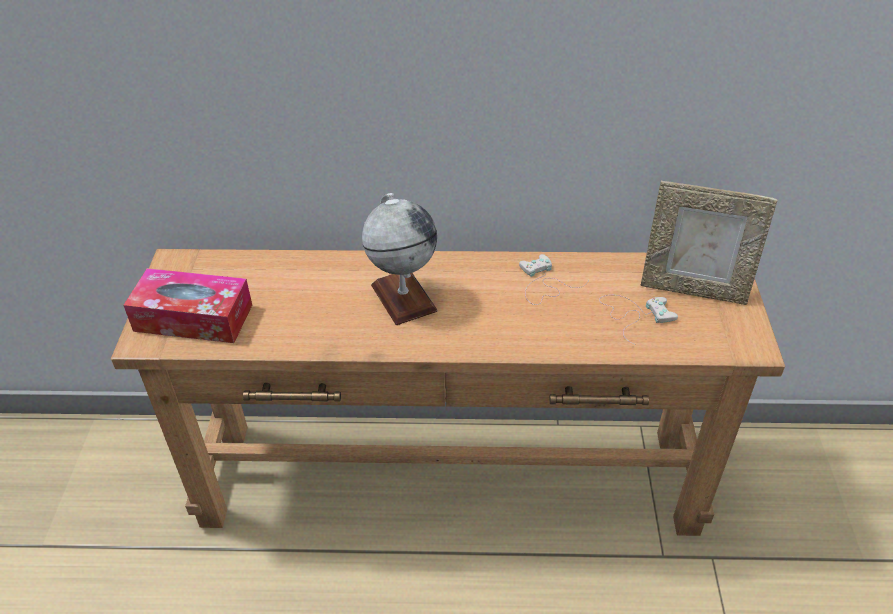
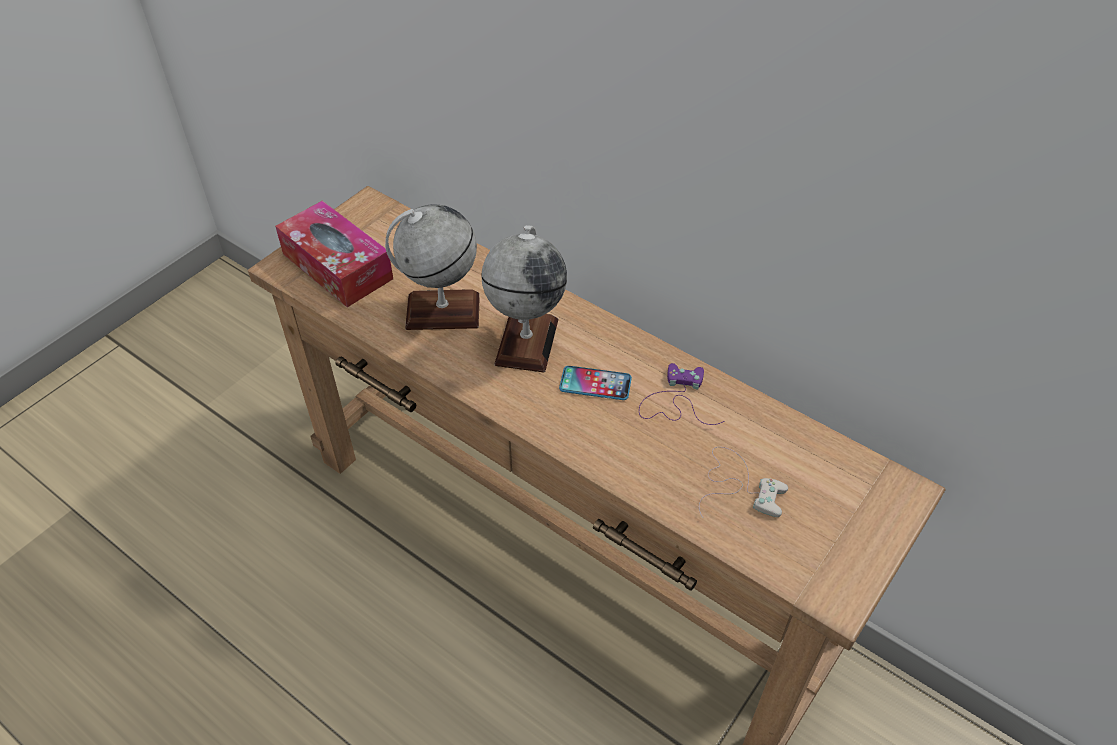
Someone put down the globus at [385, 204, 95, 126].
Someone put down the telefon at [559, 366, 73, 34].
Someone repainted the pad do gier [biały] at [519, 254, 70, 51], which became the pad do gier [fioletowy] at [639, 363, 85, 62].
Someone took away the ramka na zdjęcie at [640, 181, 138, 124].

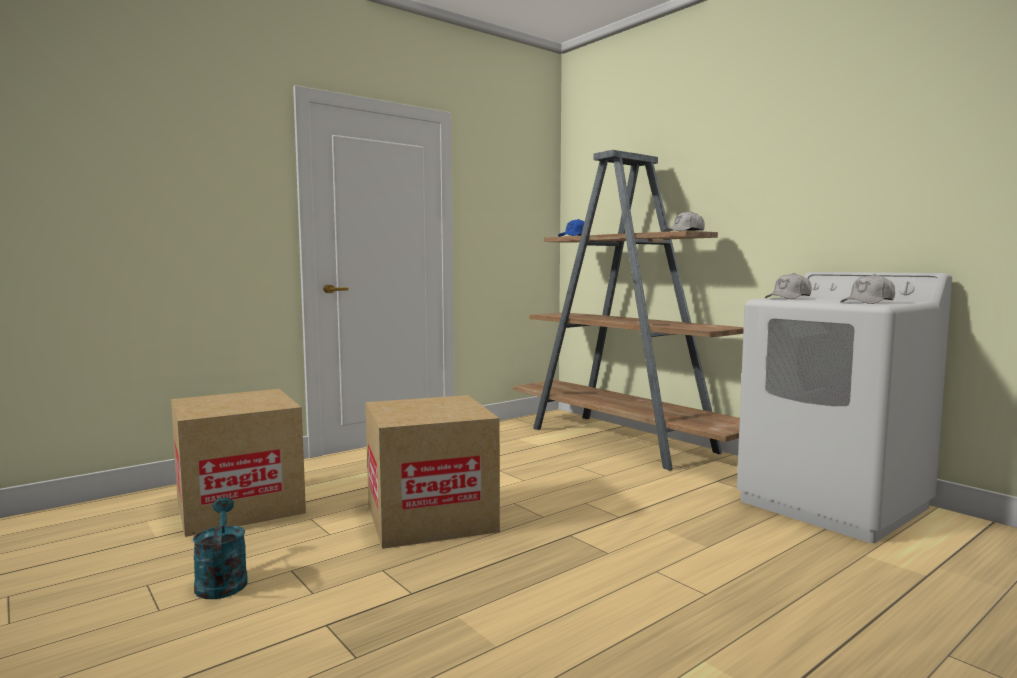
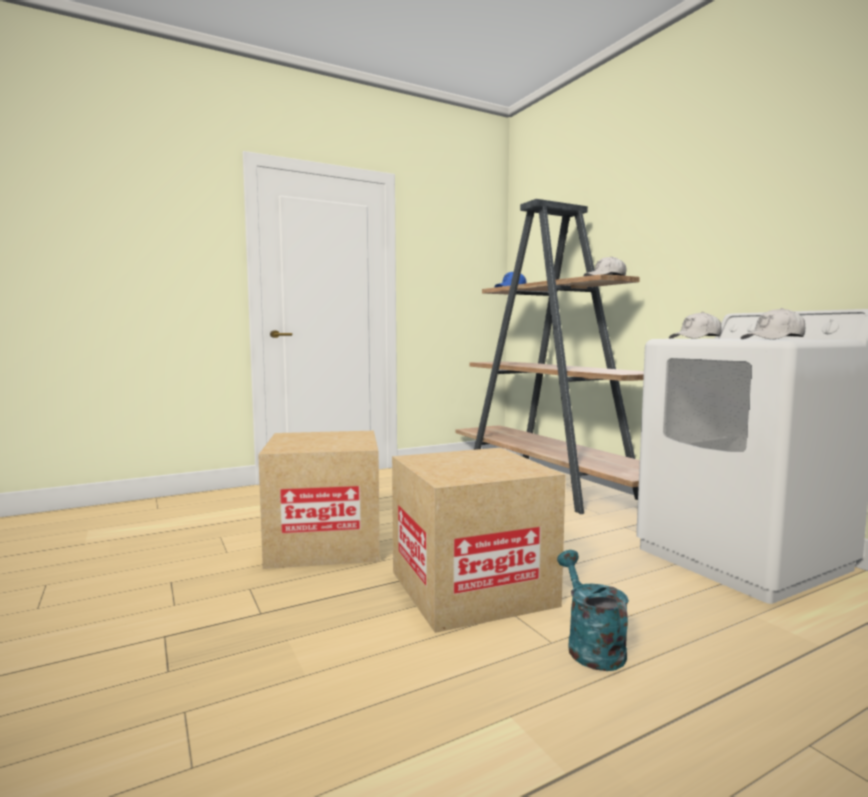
Someone carried the karton from [171, 389, 135, 148] to [392, 448, 174, 185].
Someone carried the konewka [turkusowy] from [193, 497, 55, 102] to [557, 550, 72, 121].

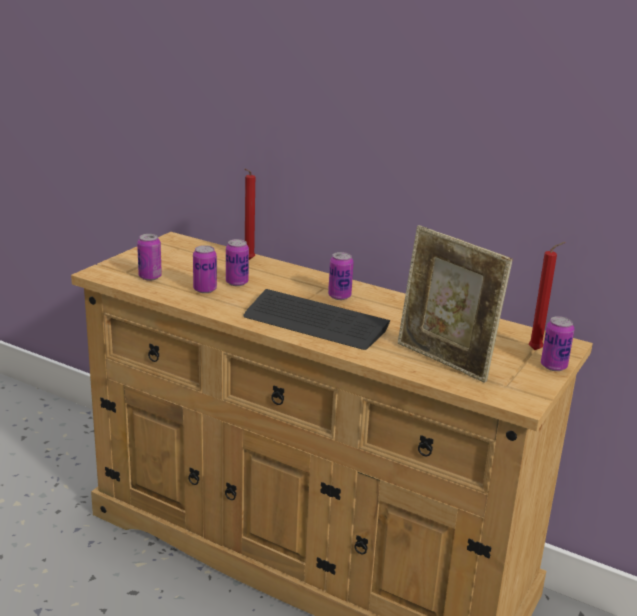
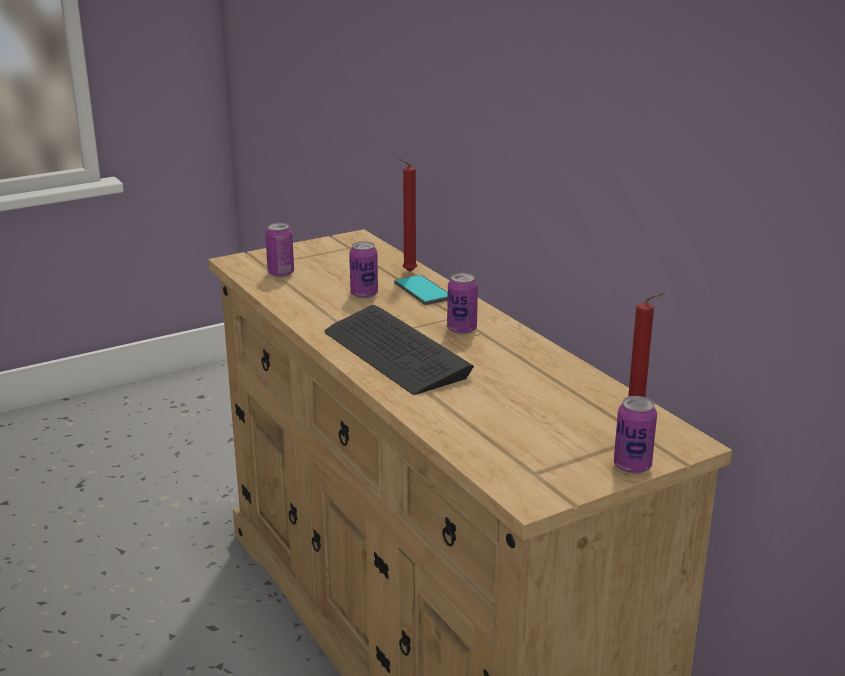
Someone put down the telefon at [394, 275, 54, 30].
Someone took away the puszka at [193, 245, 24, 48].
Someone took away the ramka na zdjęcie at [398, 225, 115, 158].

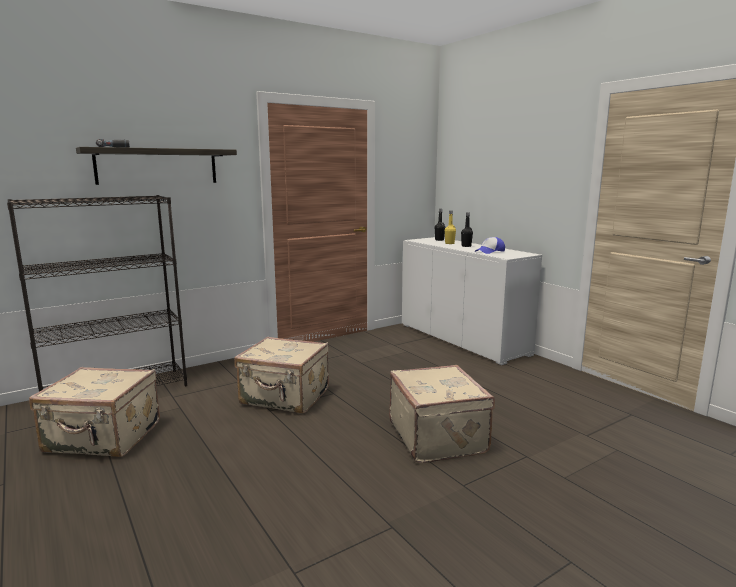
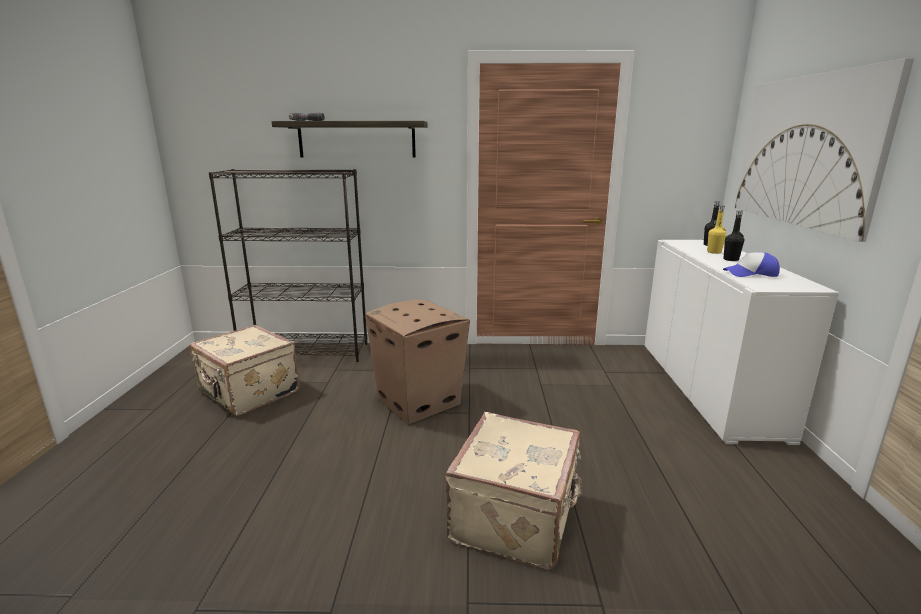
Someone swapped the walizka [beżowy] at [234, 337, 95, 76] for the karton at [365, 300, 105, 124].
Someone put up the obraz at [735, 58, 179, 184].

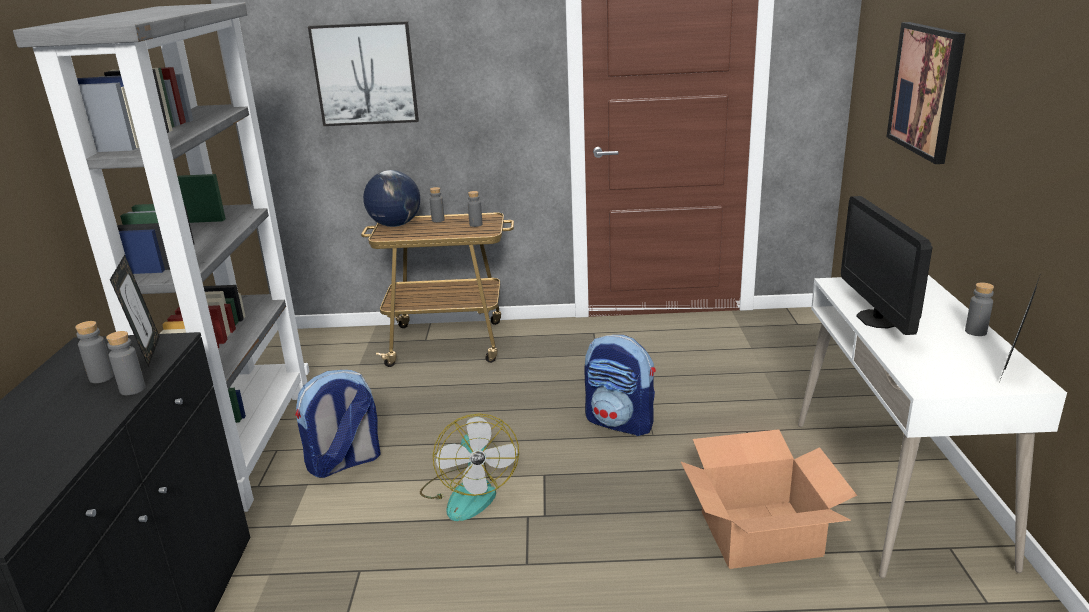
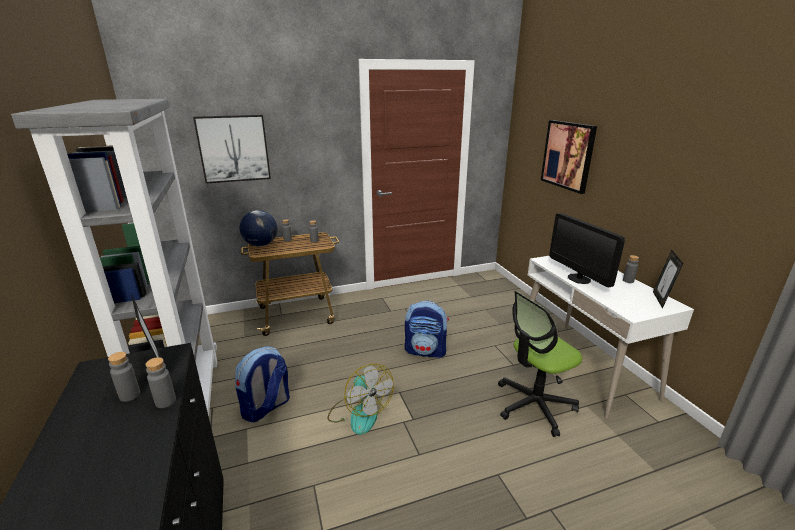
Someone swapped the karton at [681, 429, 176, 140] for the krzesło biurowe at [498, 291, 84, 146].

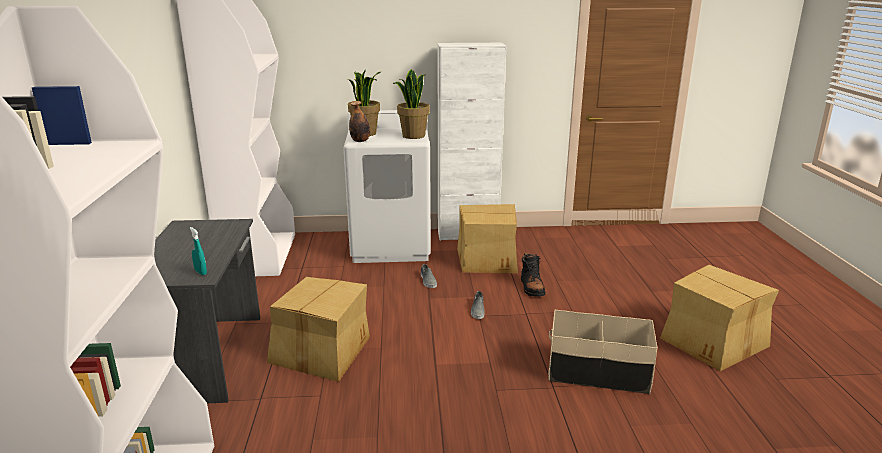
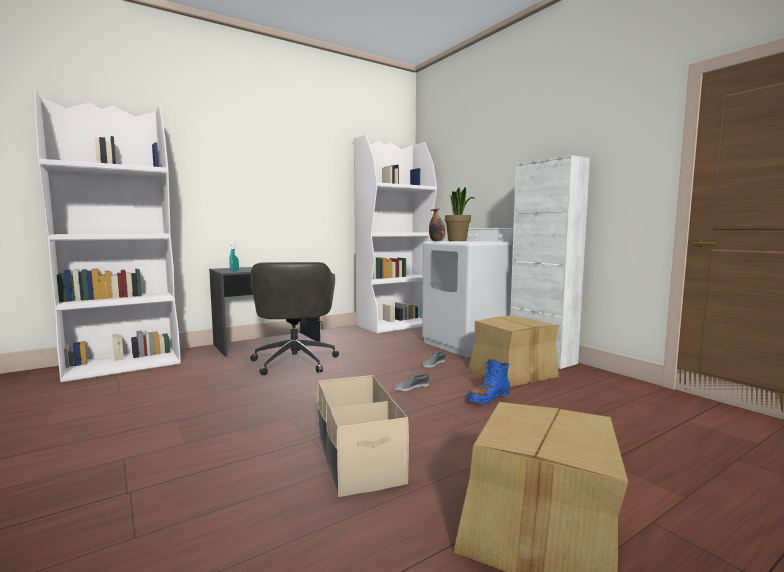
Someone swapped the karton at [267, 277, 103, 105] for the krzesło biurowe [szary] at [250, 262, 89, 113].
Someone repainted the but z cholewką [czarny] at [521, 253, 25, 44], which became the but z cholewką [niebieski] at [466, 359, 44, 45].
Someone took away the roślina doniczkowa at [393, 69, 37, 70].

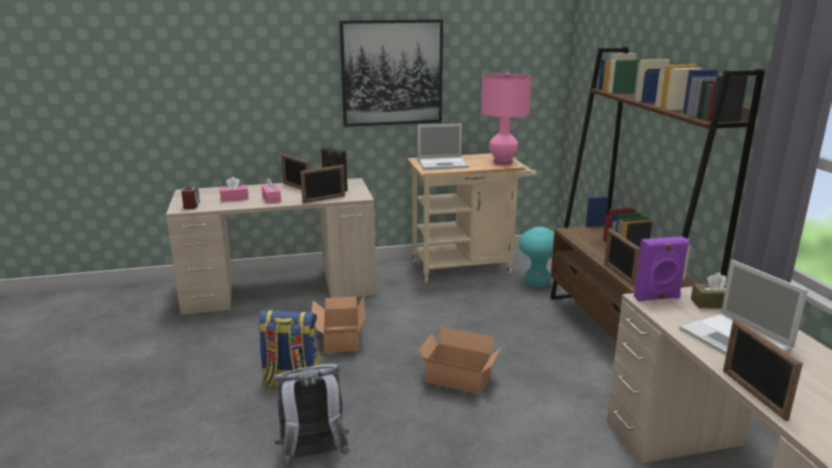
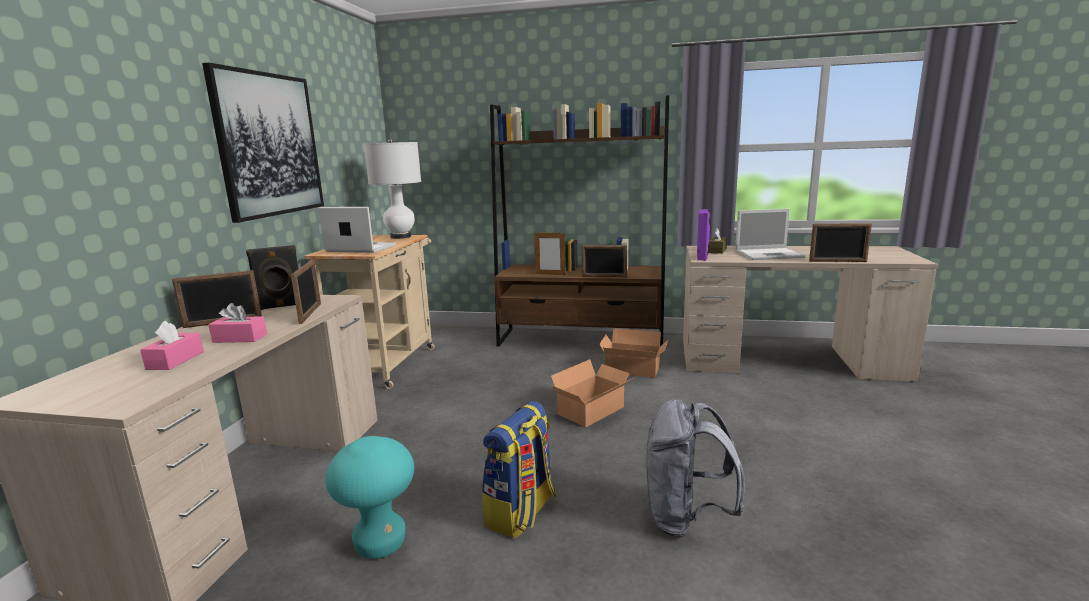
Someone rotated the laptop at [418, 123, 51, 47] by 90 degrees counterclockwise.
Someone carried the stołek [turkusowy] from [519, 227, 35, 60] to [325, 436, 89, 123].
Someone repainted the lampa stołowa [różowy] at [481, 73, 51, 92], which became the lampa stołowa [biały] at [364, 139, 57, 100].
Someone put down the ramka na zdjęcie at [534, 233, 32, 42].
Someone carried the karton from [312, 295, 53, 58] to [599, 328, 69, 50].
Someone took away the budzik at [181, 187, 19, 22].

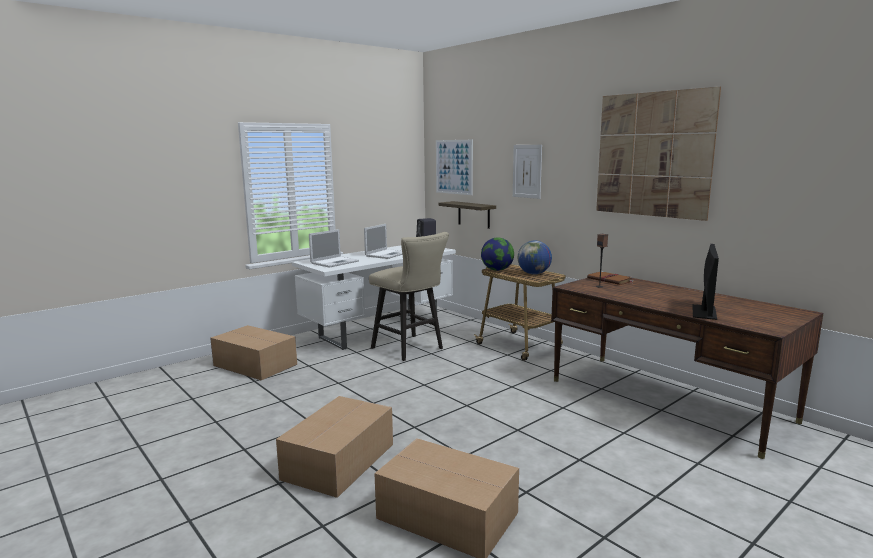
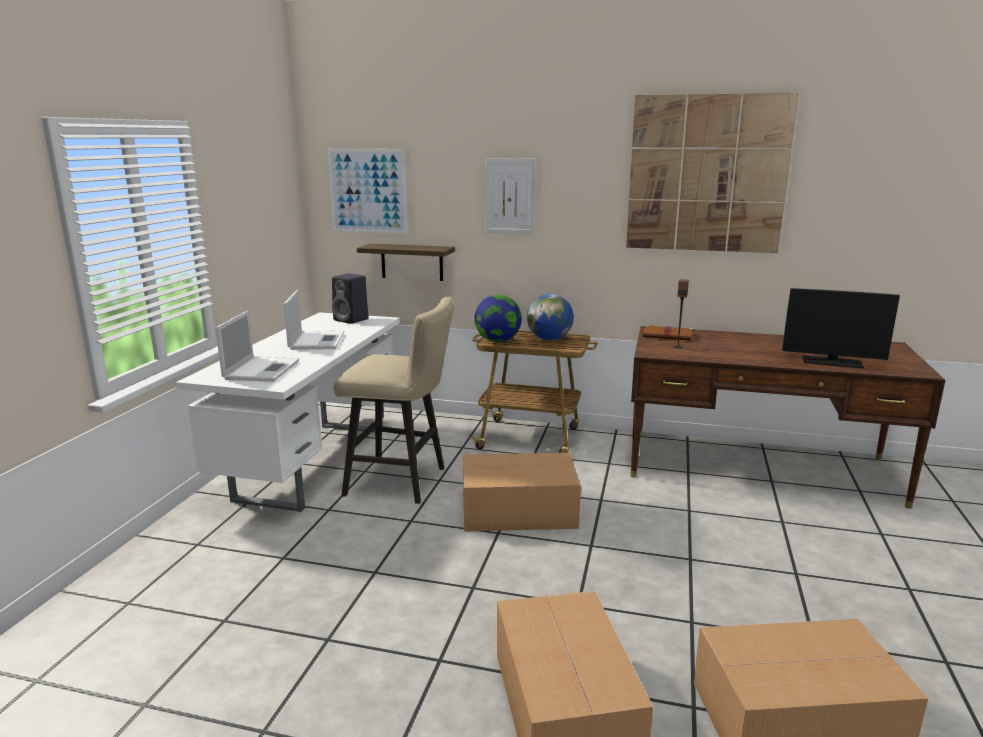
Someone carried the karton from [210, 325, 87, 56] to [463, 453, 118, 79].
Someone rotated the monitor at [692, 244, 27, 76] by 120 degrees clockwise.

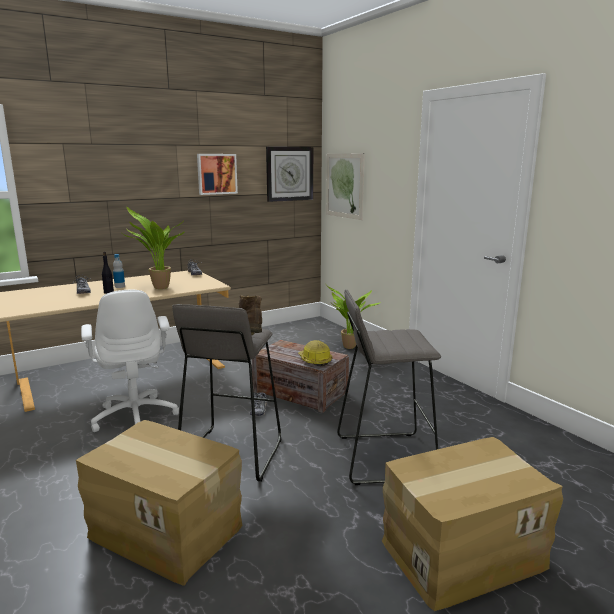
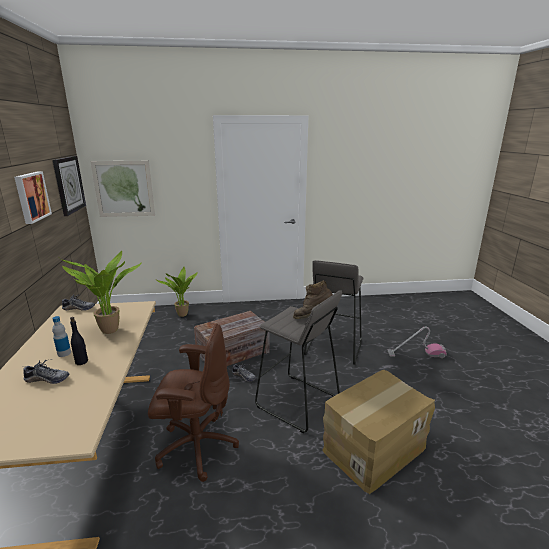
Someone repainted the krzesło biurowe [biały] at [81, 289, 98, 143], which became the krzesło biurowe [brązowy] at [148, 324, 91, 158].
Someone swapped the karton at [382, 437, 181, 174] for the odkurzacz at [388, 326, 59, 32].
Someone took away the kask at [298, 340, 34, 26].

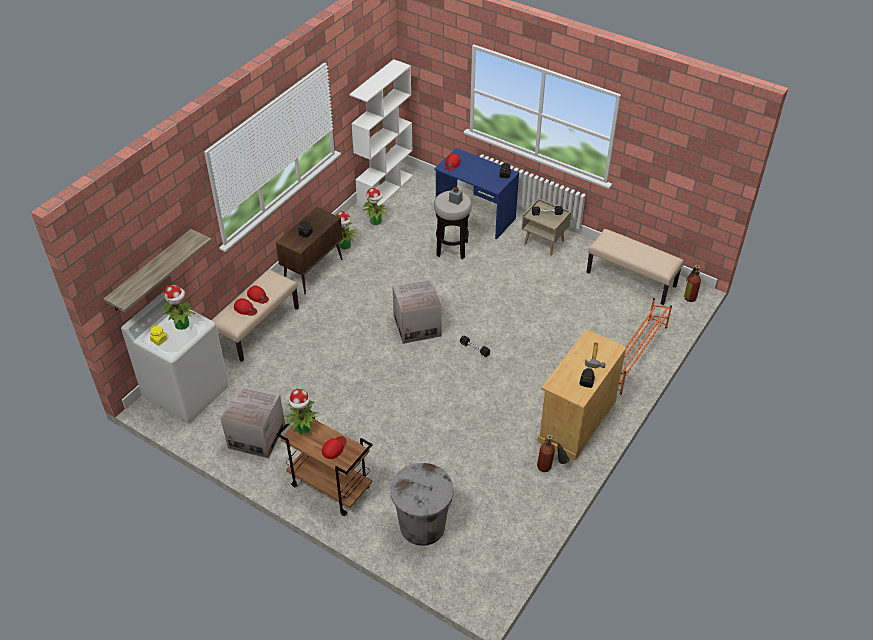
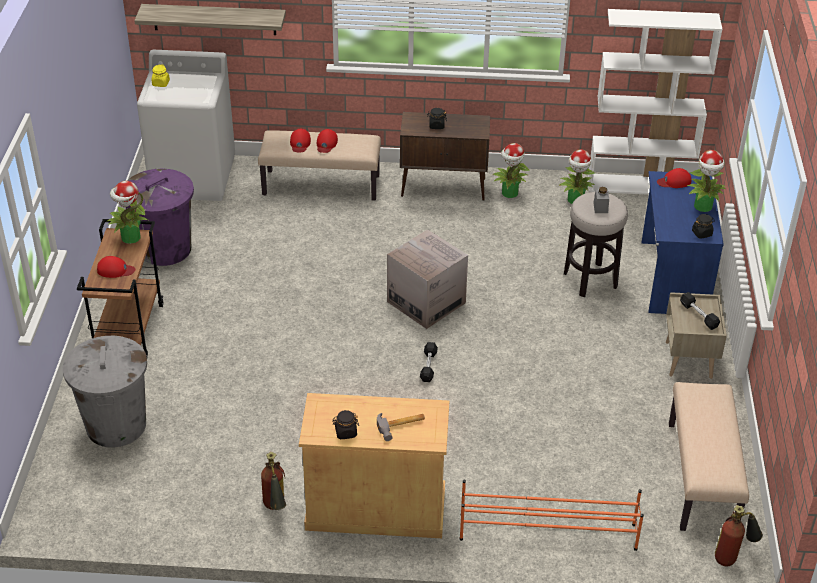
Someone swapped the karton at [221, 385, 64, 73] for the kosz na śmieci [fioletowy] at [126, 169, 68, 97].
Someone carried the roślina doniczkowa from [162, 285, 34, 45] to [687, 150, 39, 62].

